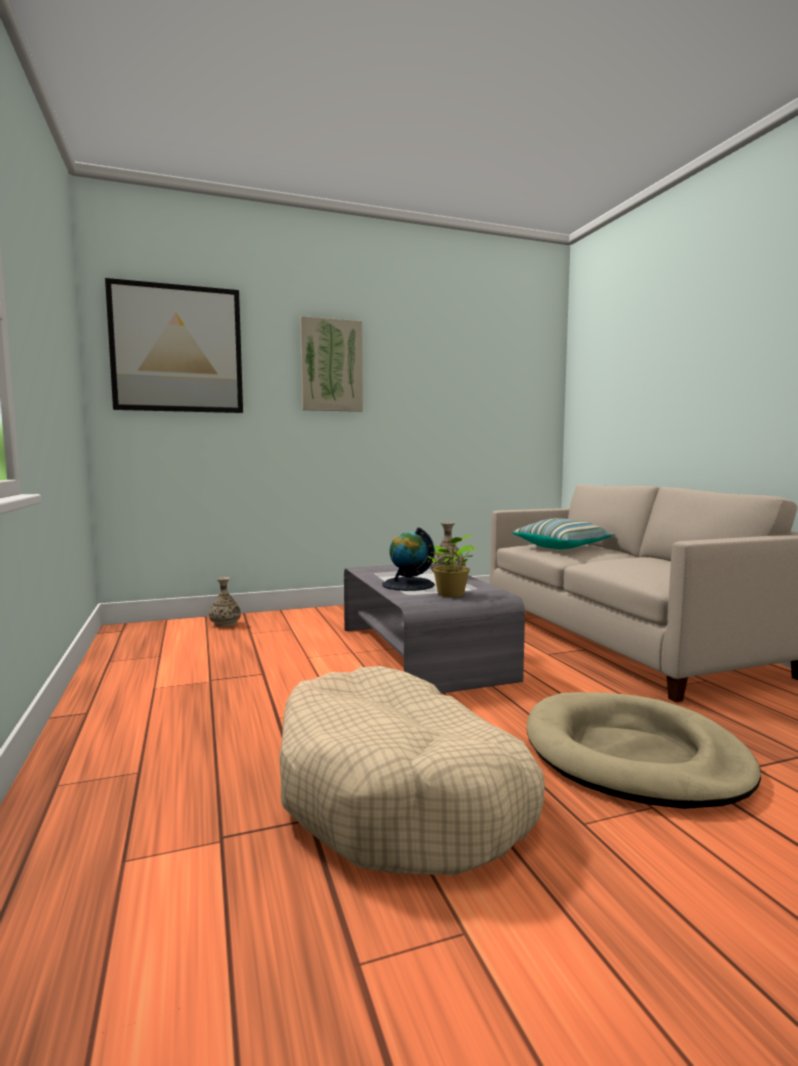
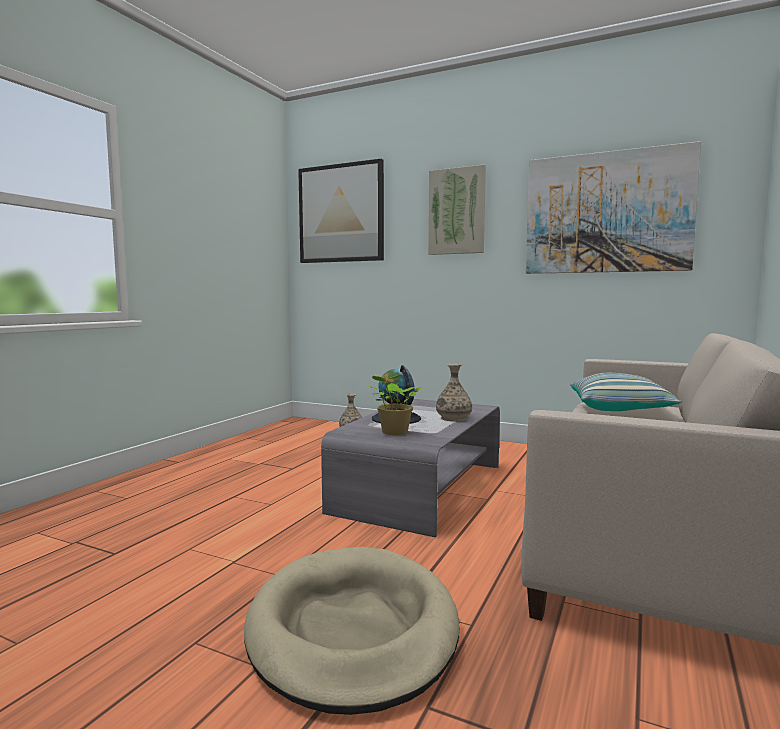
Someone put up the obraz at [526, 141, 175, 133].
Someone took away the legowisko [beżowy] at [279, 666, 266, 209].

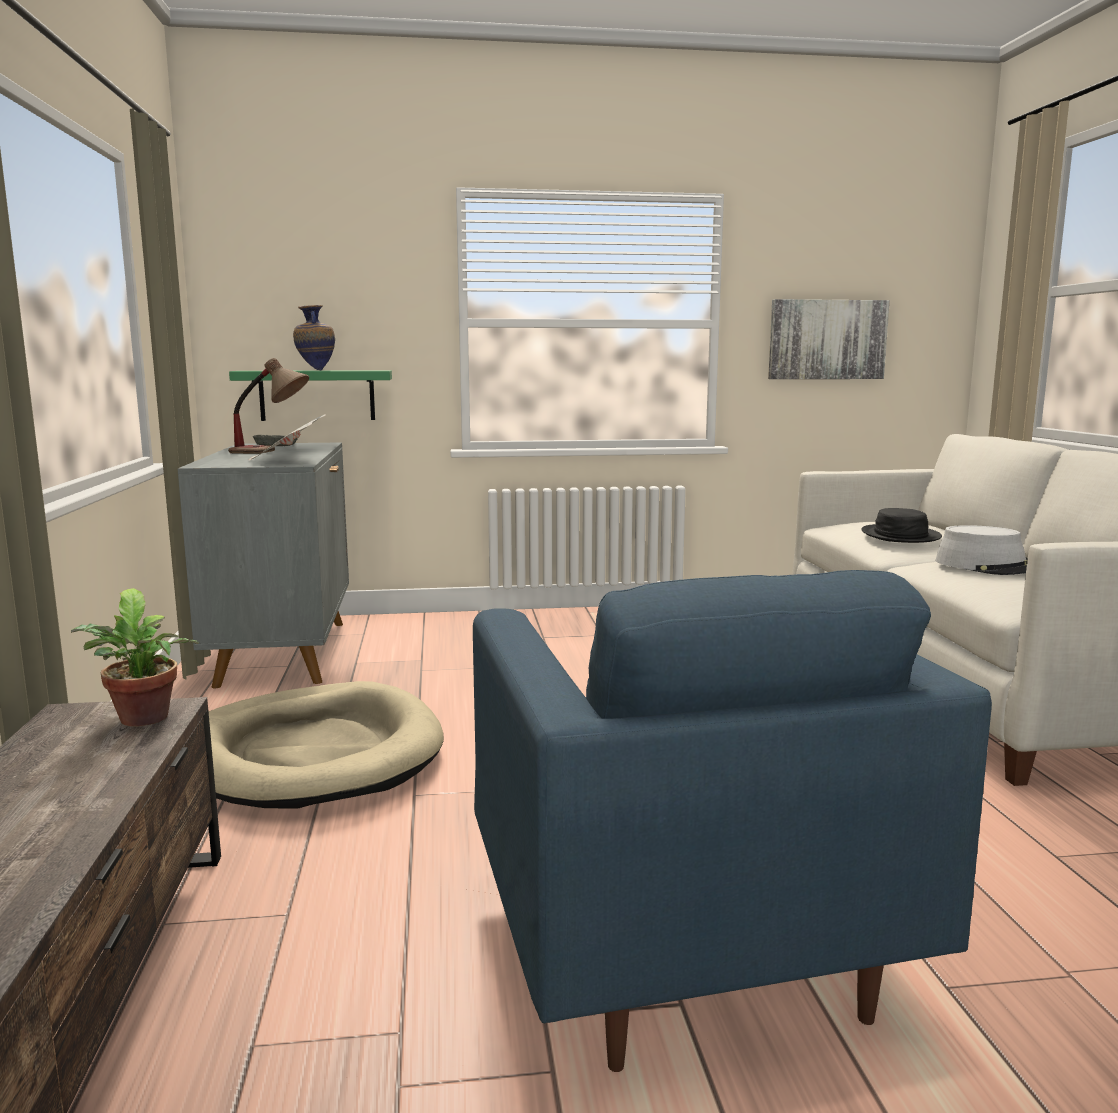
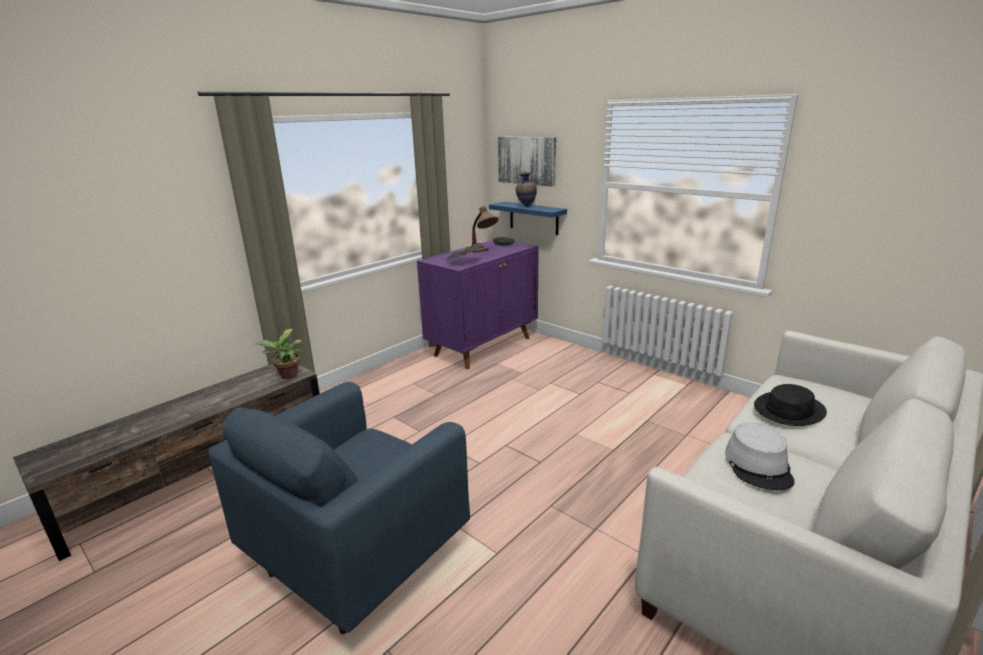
Someone repainted the szafka [szary] at [178, 443, 171, 245], which became the szafka [fioletowy] at [417, 240, 122, 129].
Someone repainted the półka [zielony] at [229, 370, 163, 51], which became the półka [niebieski] at [489, 202, 78, 33].
Someone carried the obraz from [768, 299, 122, 80] to [498, 136, 58, 51].
Someone took away the legowisko [beżowy] at [209, 681, 235, 128].

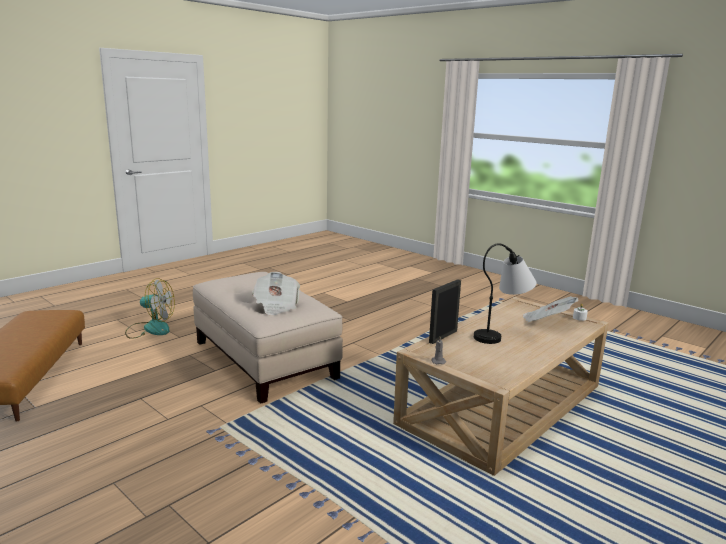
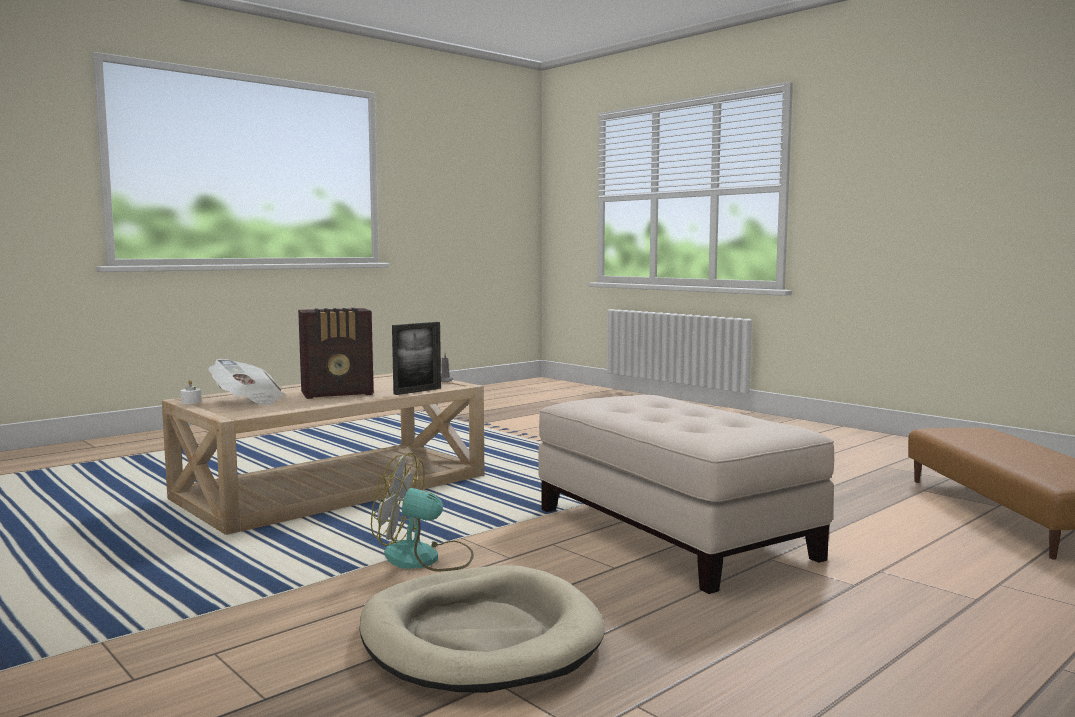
Someone swapped the lampa stołowa at [474, 243, 63, 101] for the radio at [298, 308, 76, 91].
Someone put down the legowisko [beżowy] at [359, 565, 246, 128].
Someone carried the wentylator from [125, 278, 50, 61] to [371, 452, 103, 120].
Someone took away the gazeta at [252, 272, 48, 43].

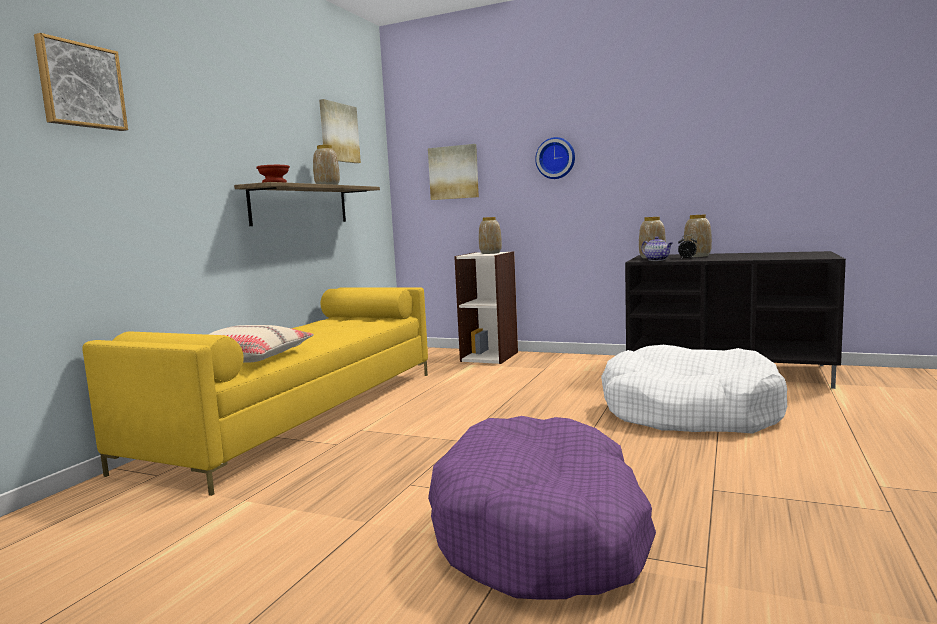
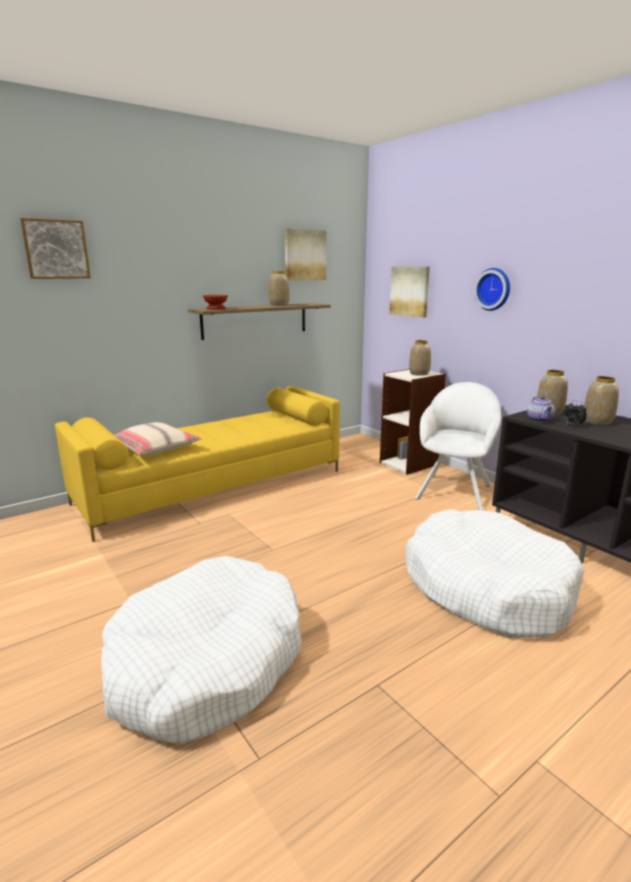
Someone repainted the legowisko [fioletowy] at [428, 416, 228, 184], which became the legowisko [biały] at [101, 556, 201, 188].
Someone put down the fotel [biały] at [415, 382, 86, 128].

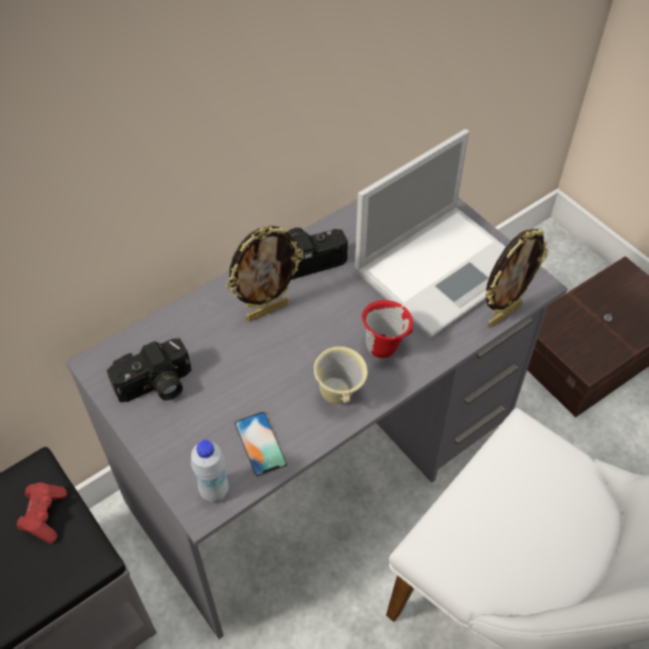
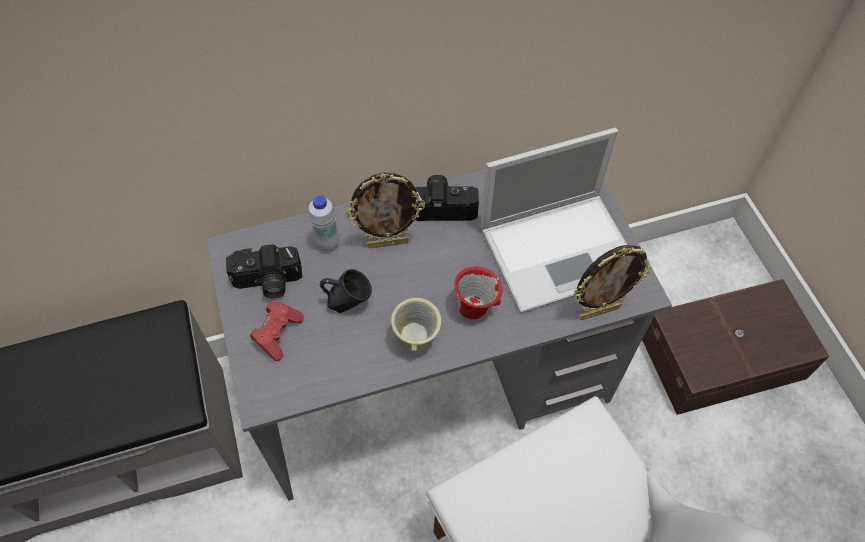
Someone carried the pad do gier [czerwony] from [17, 482, 50, 62] to [250, 301, 54, 60].
Someone carried the butelka [biały] from [191, 440, 38, 63] to [309, 195, 30, 57].
Someone put down the kubek [niebieski] at [320, 269, 52, 44].
Someone took away the telefon at [234, 412, 54, 65].

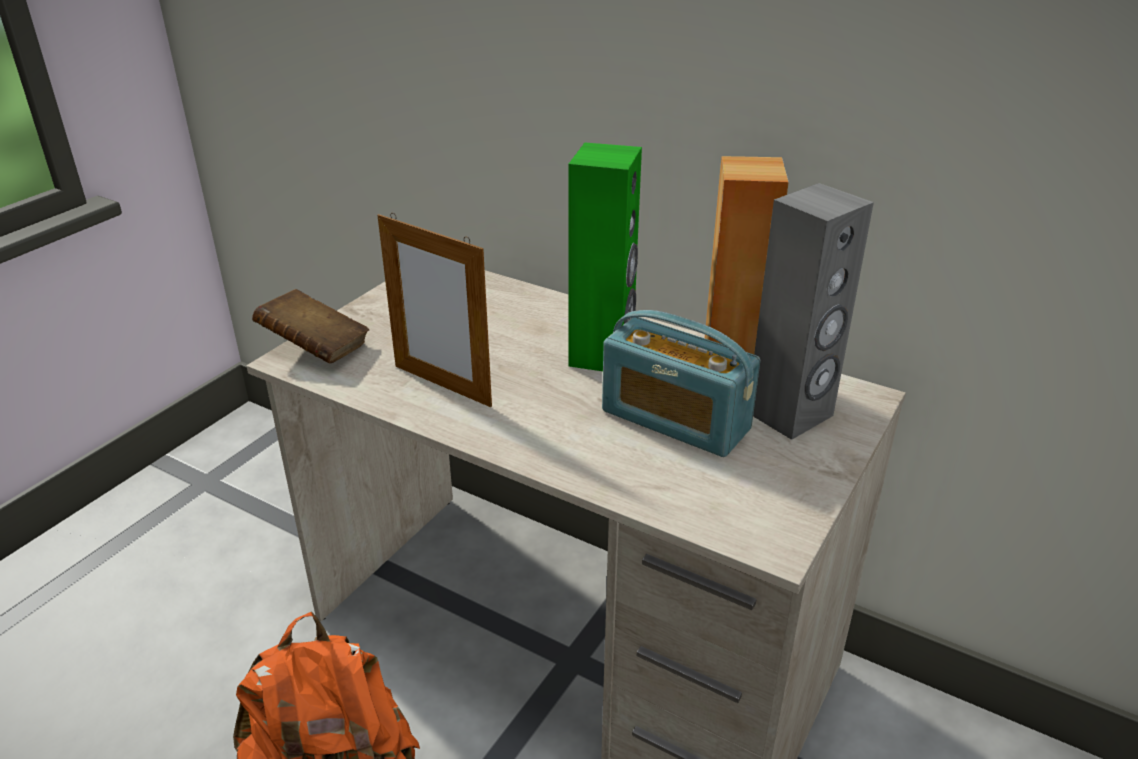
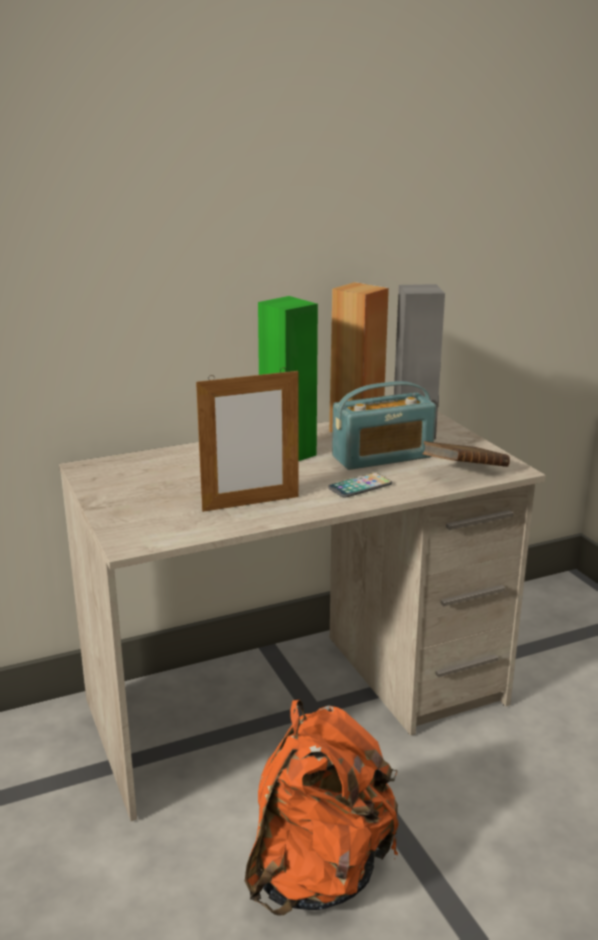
Someone put down the telefon at [328, 473, 64, 25].
Someone carried the książka [brązowy] from [252, 289, 117, 75] to [422, 441, 88, 26].

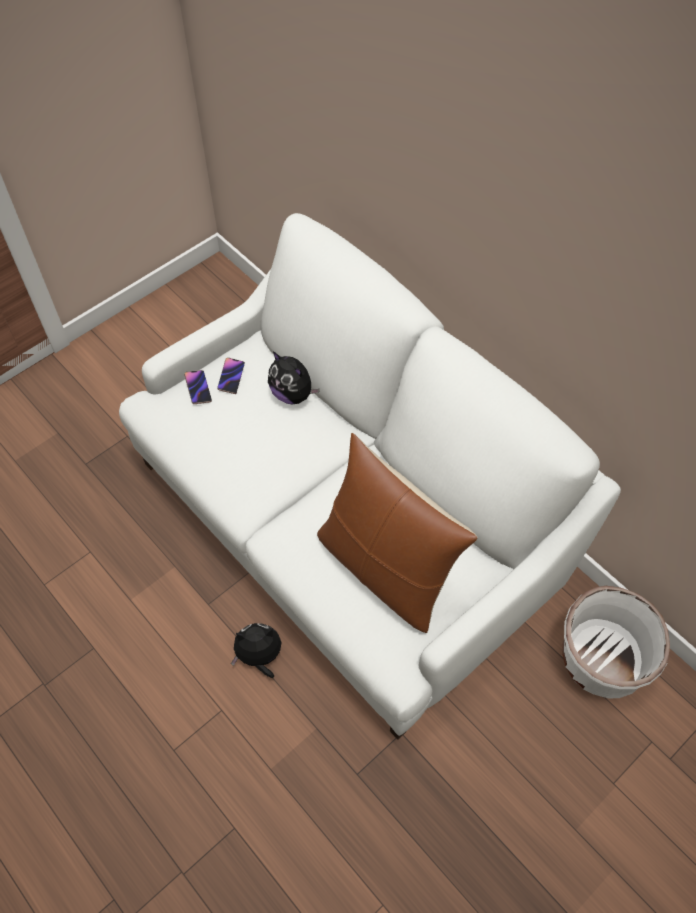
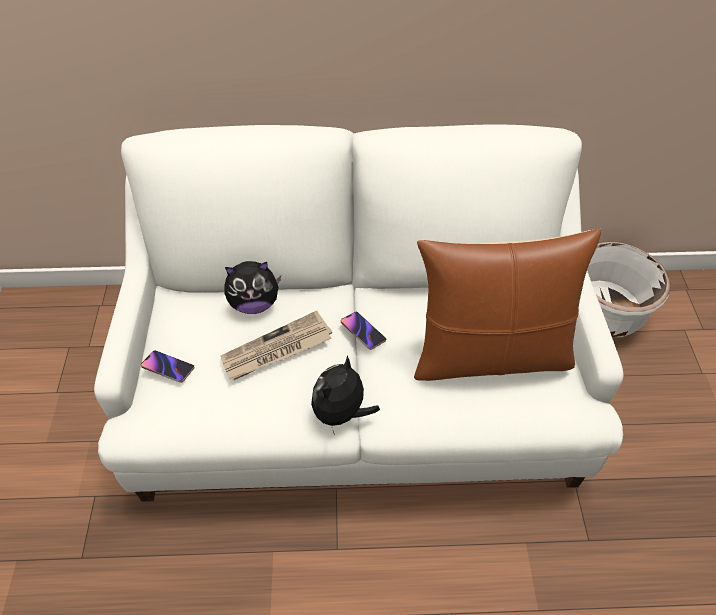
Someone put down the gazeta at [221, 311, 111, 69].
Someone carried the pluszak from [231, 623, 51, 55] to [311, 355, 69, 80].
Someone carried the telefon from [217, 358, 28, 36] to [341, 312, 45, 38].

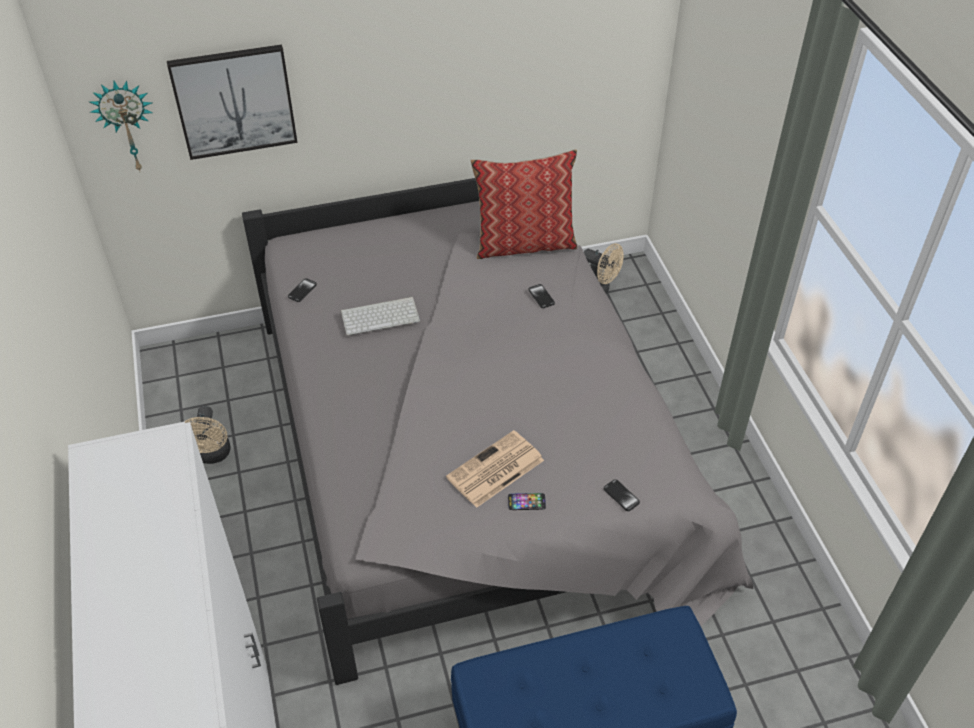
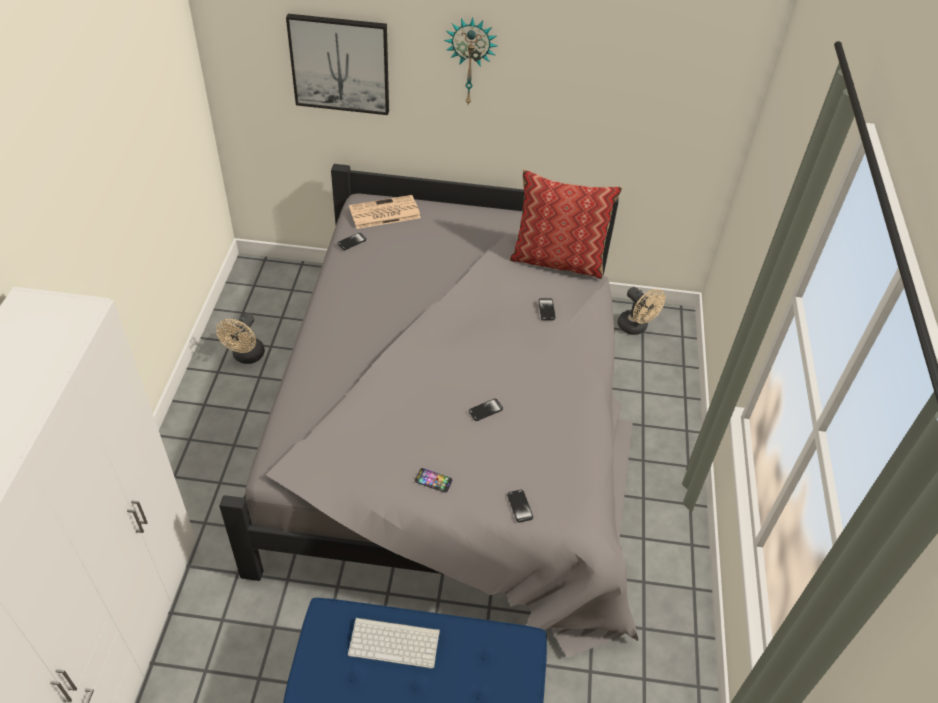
Someone carried the klawiatura from [341, 297, 79, 38] to [348, 618, 92, 50].
Someone carried the gazeta from [446, 430, 98, 78] to [349, 195, 72, 34].
Someone carried the zegar ścienny from [90, 81, 63, 90] to [444, 17, 53, 87].
Someone put down the telefon at [469, 399, 34, 22].

